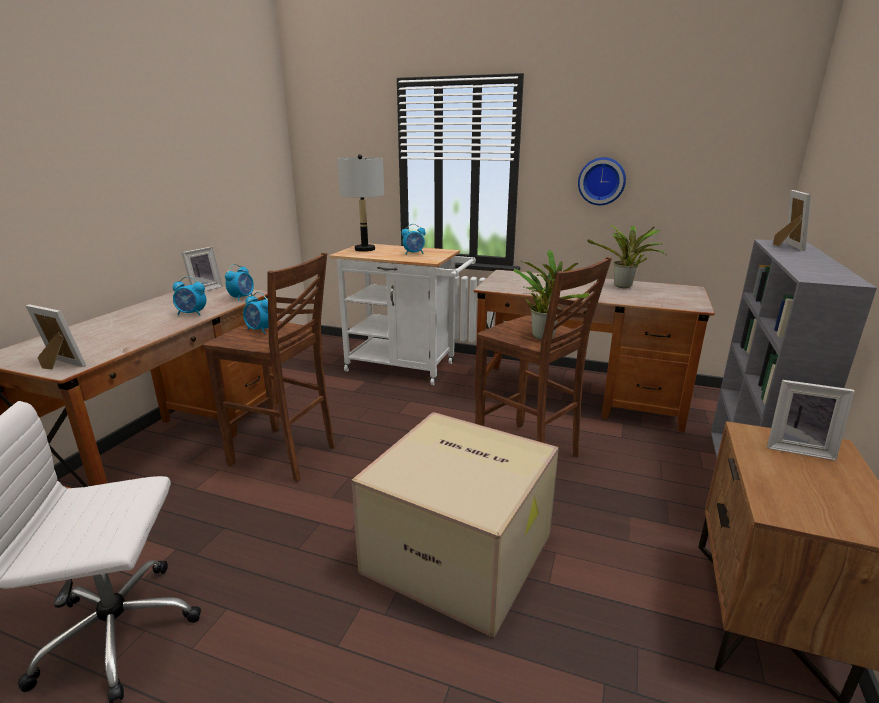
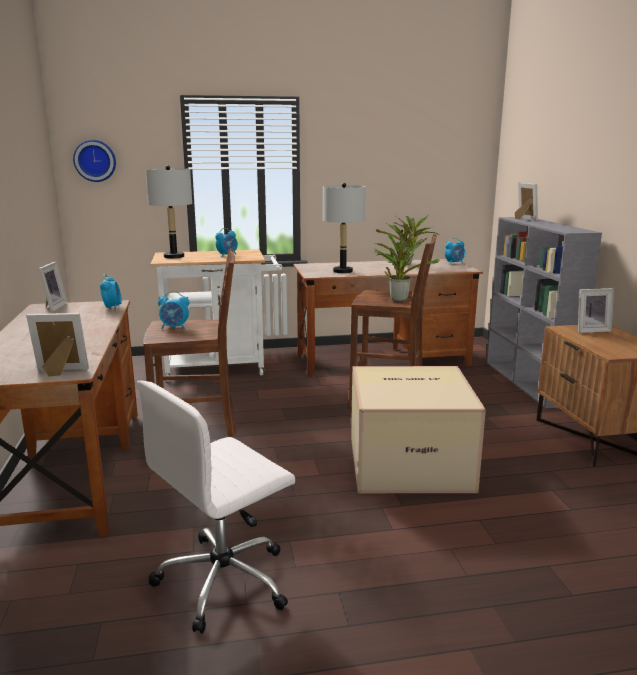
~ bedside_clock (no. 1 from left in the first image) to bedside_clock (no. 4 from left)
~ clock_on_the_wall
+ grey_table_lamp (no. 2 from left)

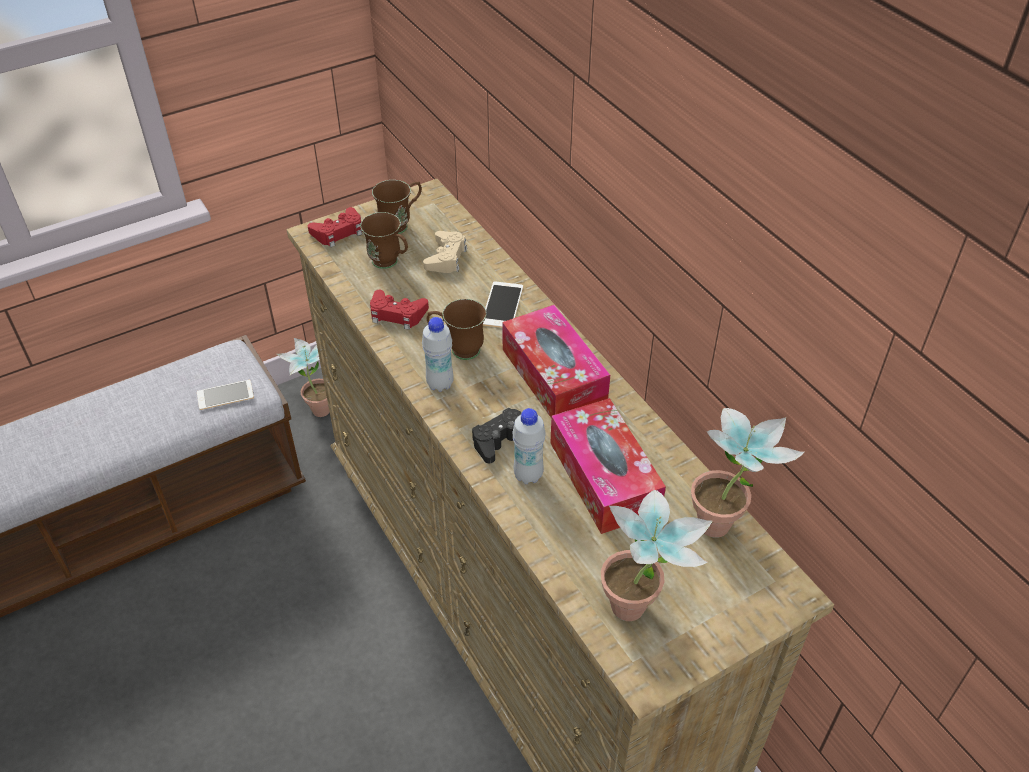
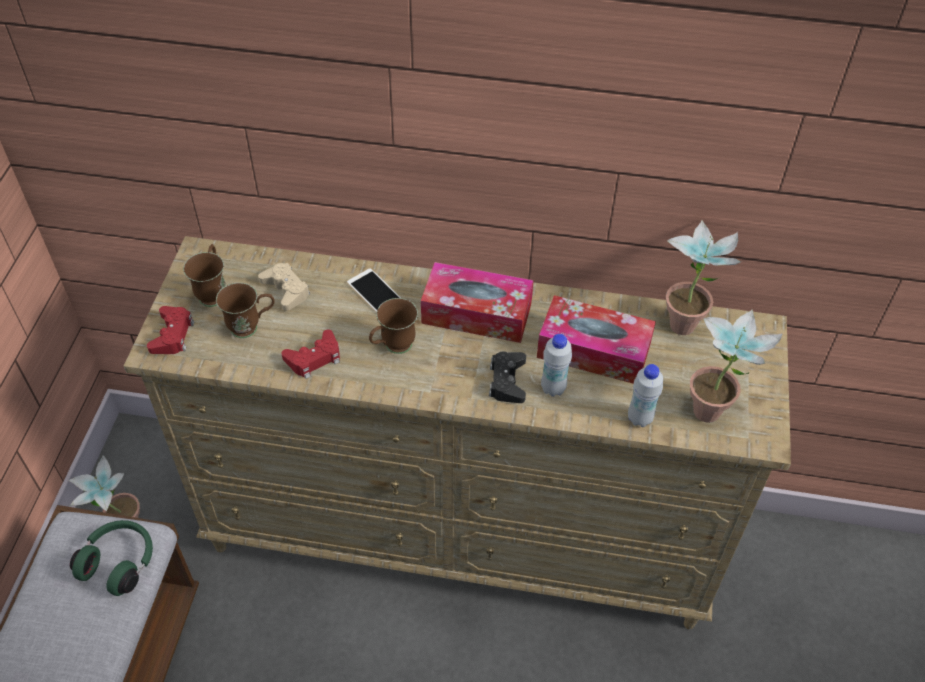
~ handset (no. 1 from left) to green-coloured_pair_of_headphones
~ whitish_drink_bottle (no. 1 from left in the first image) to whitish_drink_bottle (no. 2 from left)

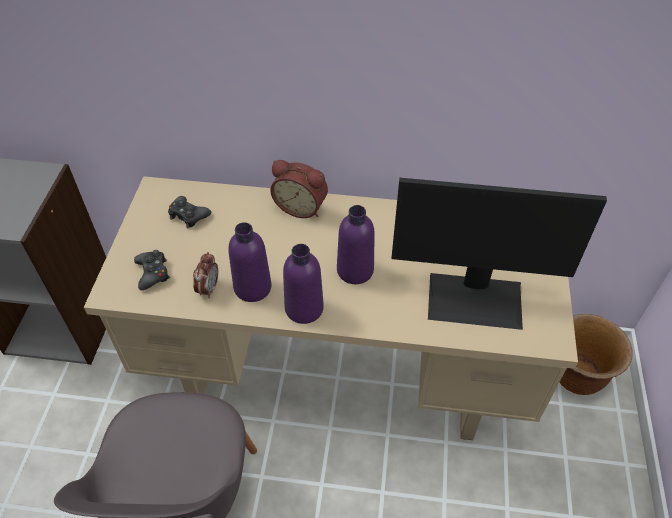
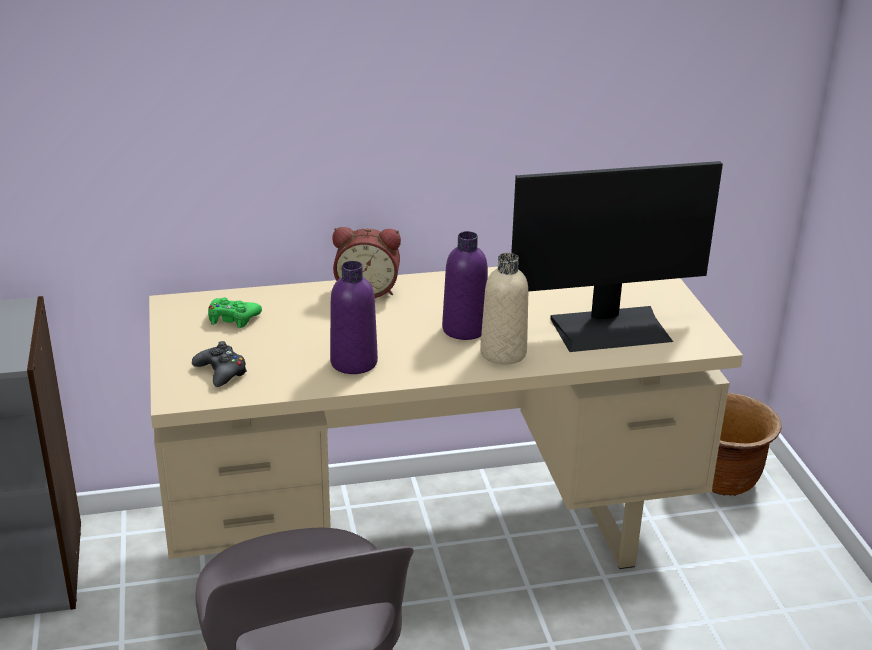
~ black_joypad (no. 2 from left) to green-coloured_joypad
- bedside_clock (no. 1 from left)
- purple-coloured_drink_bottle (no. 2 from left)
+ beige-coloured_drink_bottle

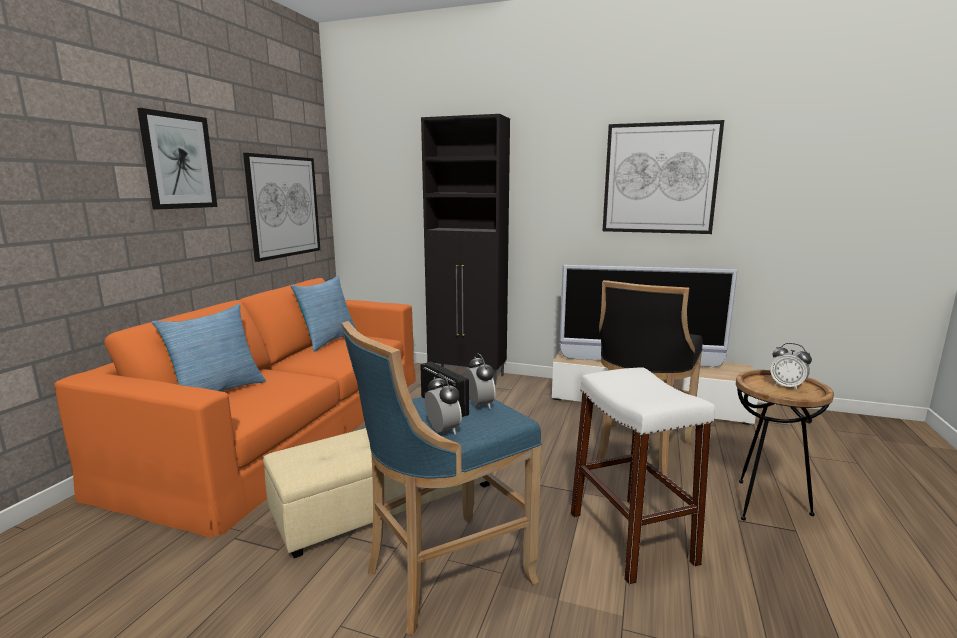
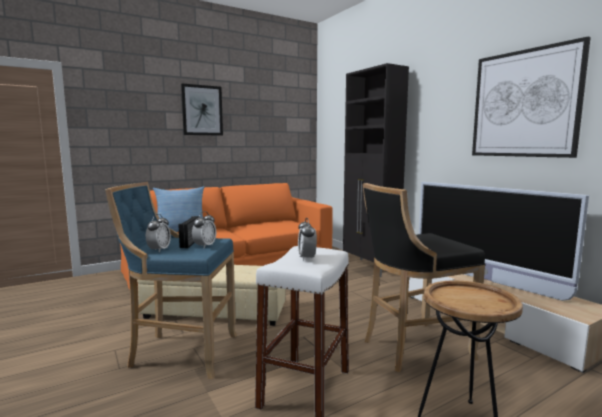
- picture (no. 2 from left)
- throw_pillow (no. 2 from left)
~ bedside_clock (no. 3 from left)

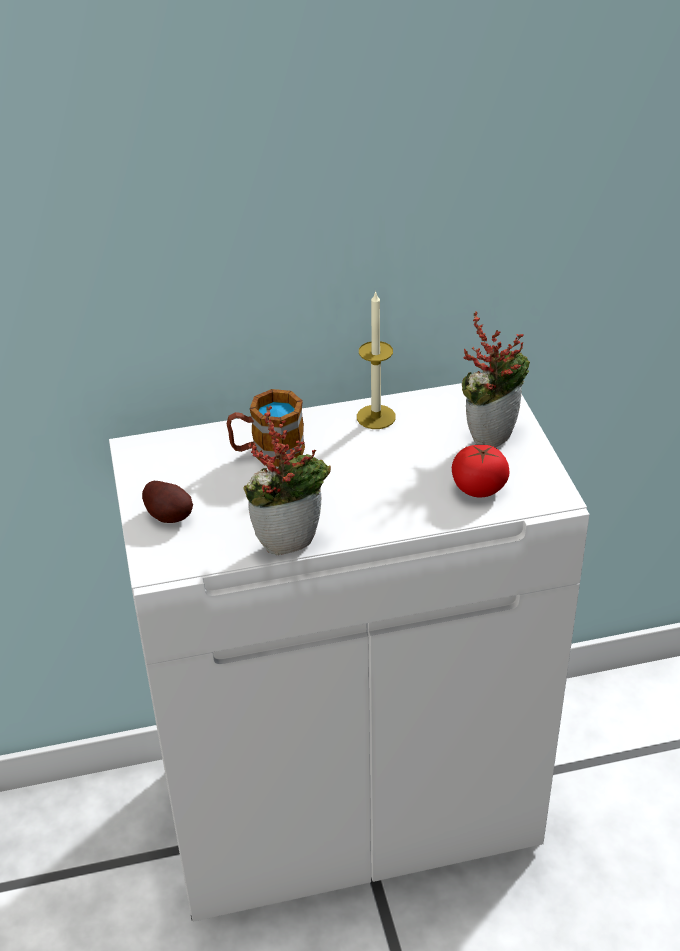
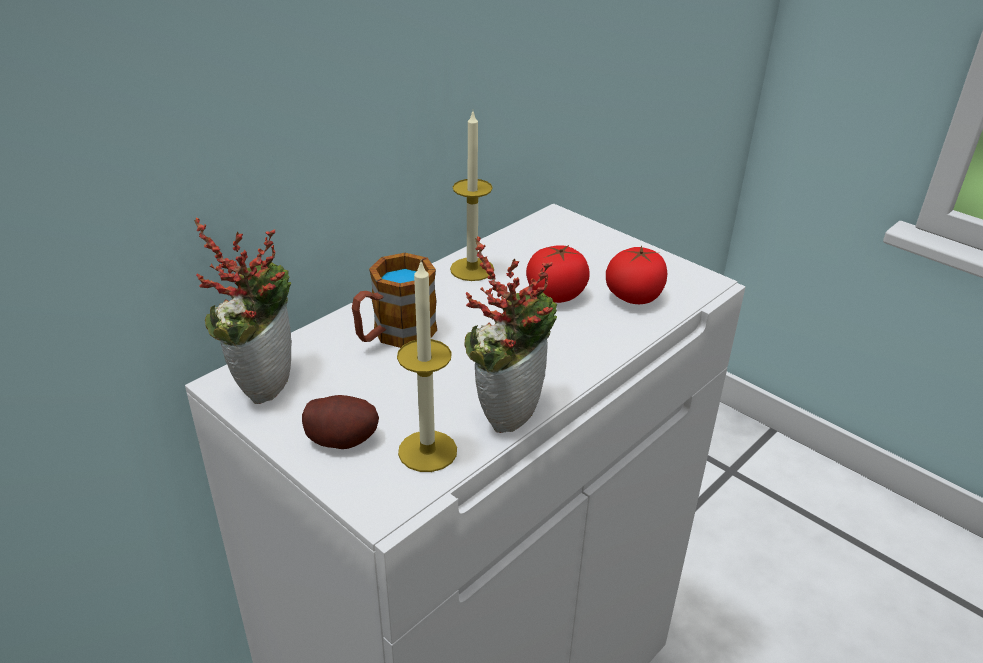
~ plant_in_a_pot (no. 2 from left in the first image) to plant_in_a_pot (no. 1 from left)
+ wax_candle (no. 1 from left)
+ tomato (no. 1 from left)

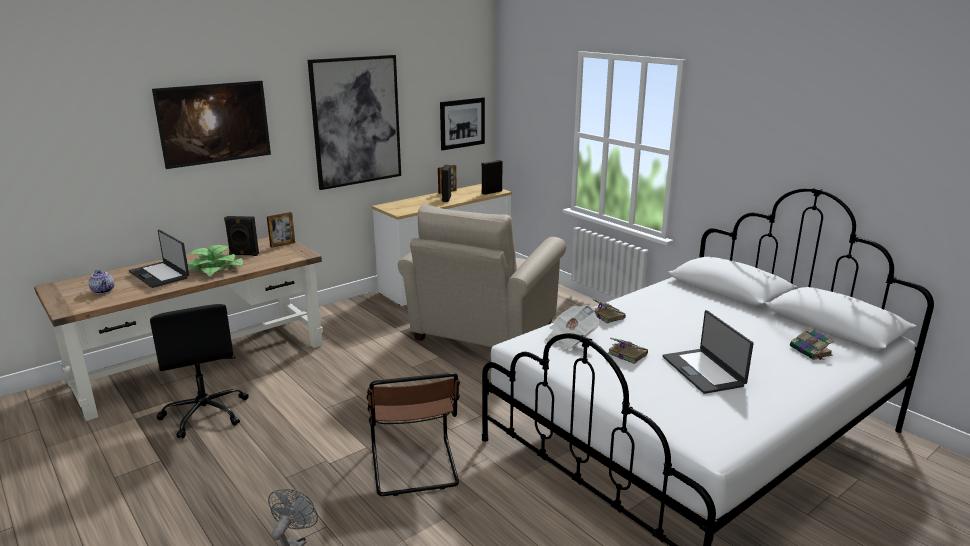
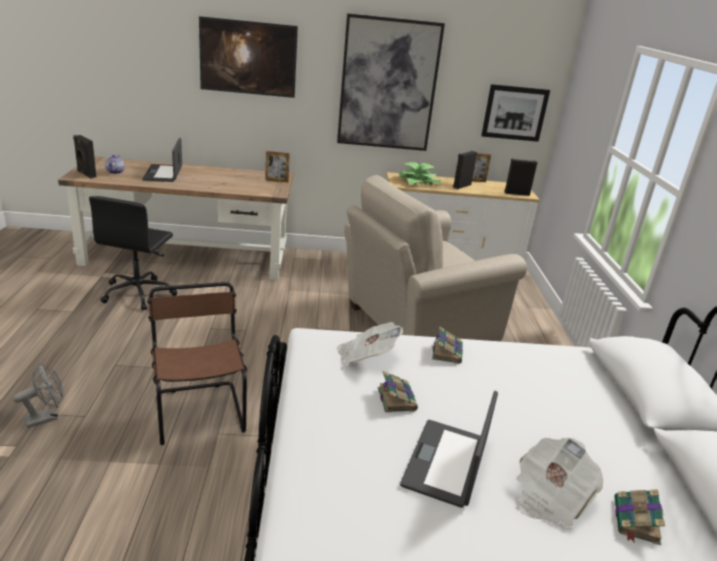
~ plant_in_a_pot
~ black_loudspeaker (no. 1 from left)
~ brown_upright_chair 135 degrees clockwise
+ daily_paper (no. 2 from left)

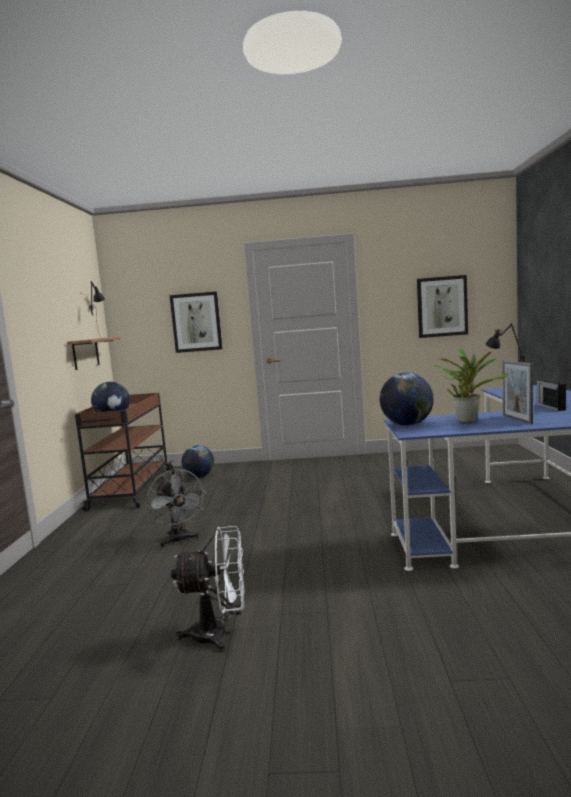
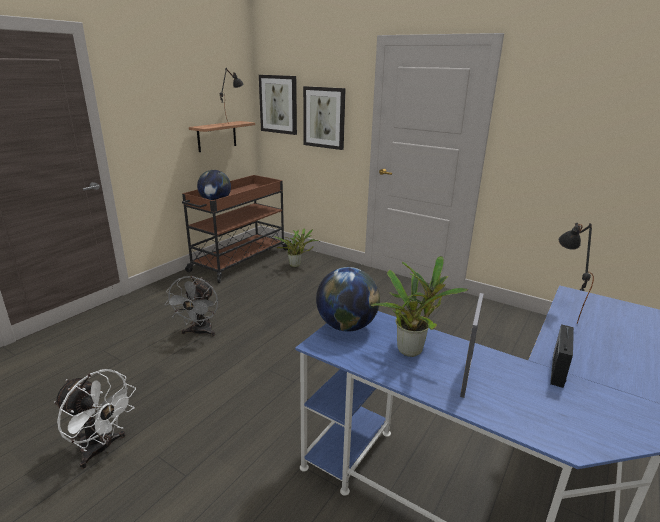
~ world_globe (no. 2 from left) to plant_in_a_pot (no. 1 from left)
~ picture (no. 2 from left in the first image) to picture (no. 1 from left)

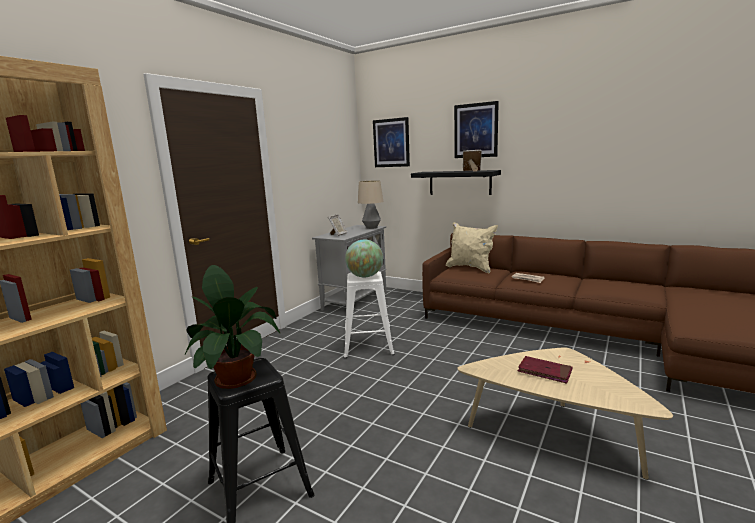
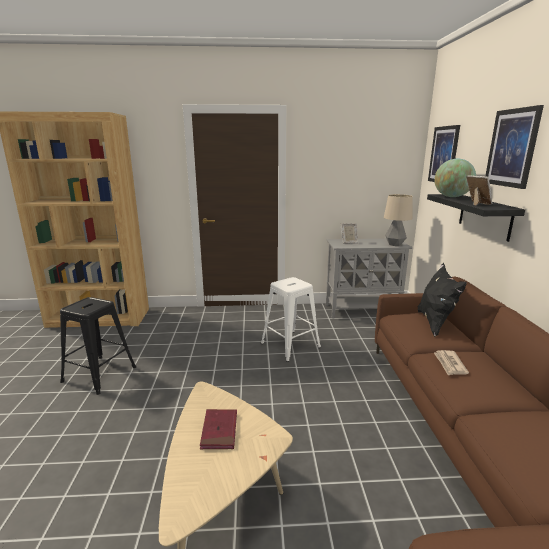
- plant_in_a_pot
~ world_globe
~ beige-coloured_throw_pillow to black_throw_pillow

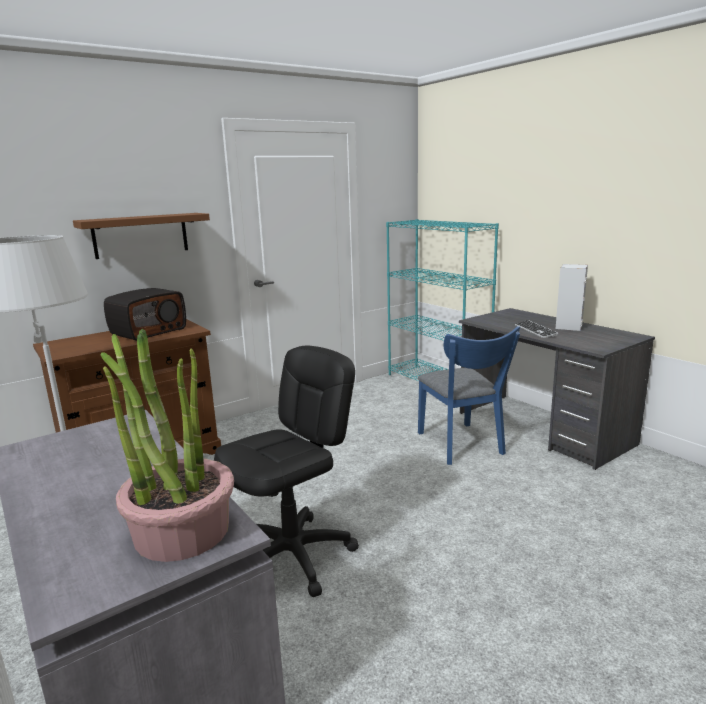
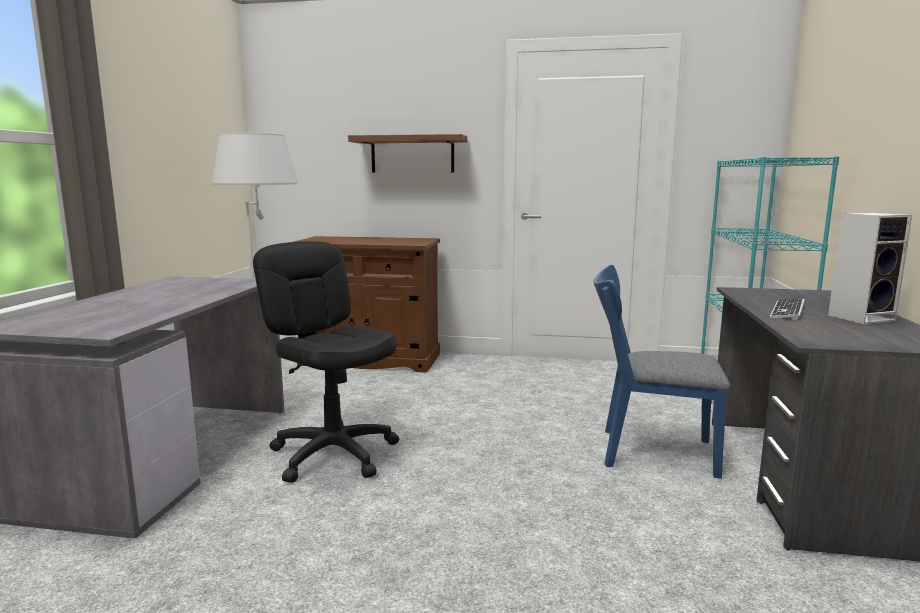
- plant_in_a_pot
- radio_receiver
~ black_desk_chair 135 degrees counterclockwise
~ bluish_upright_chair 75 degrees clockwise

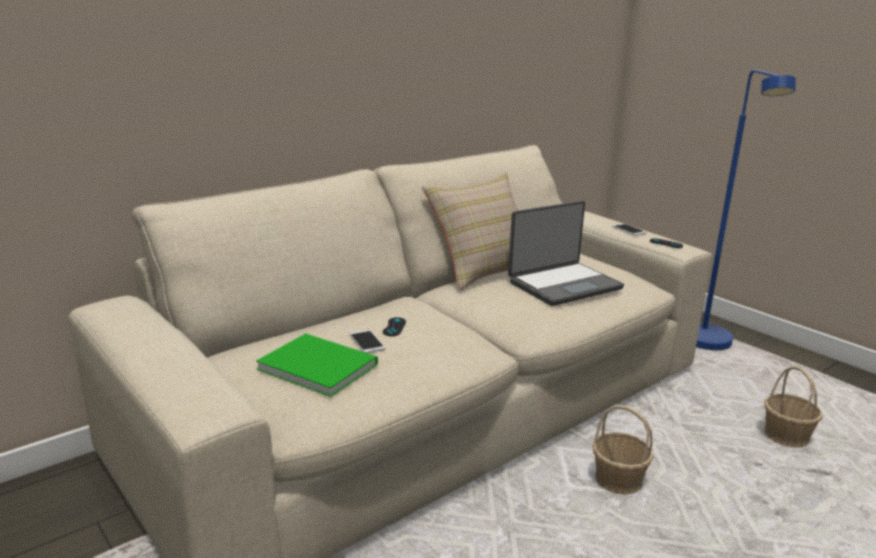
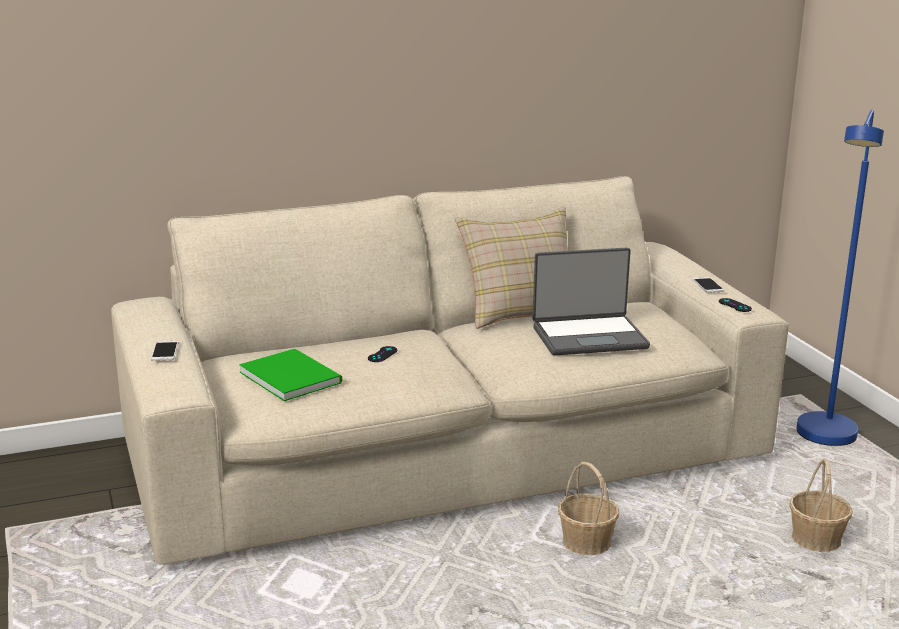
~ handset (no. 1 from left)

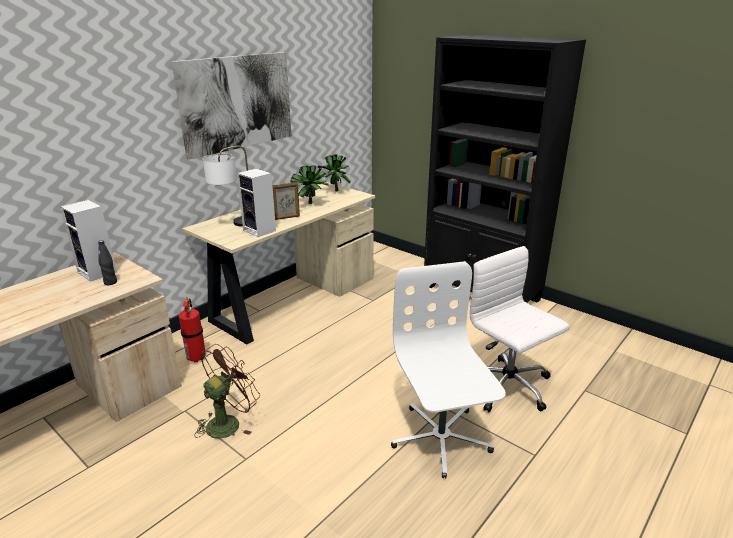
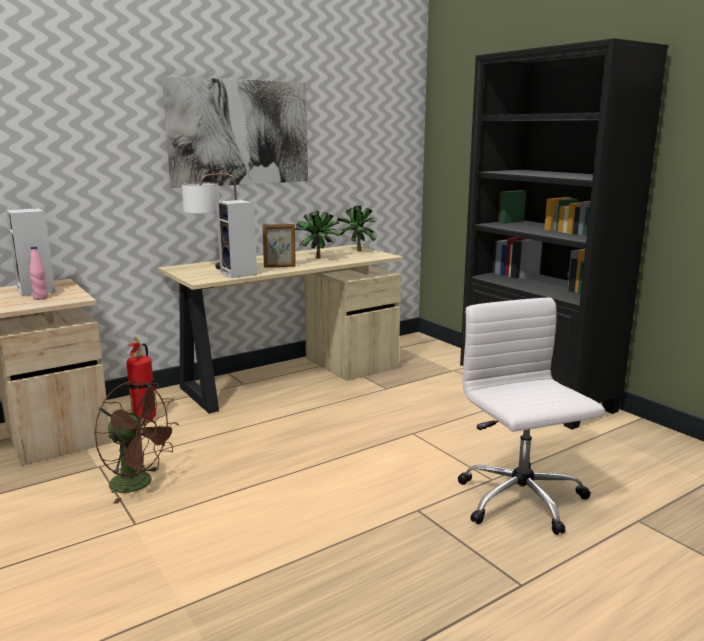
~ black_drink_bottle to pink-coloured_drink_bottle
~ brown_cooling_fan 60 degrees clockwise
- whitish_desk_chair (no. 1 from left)

